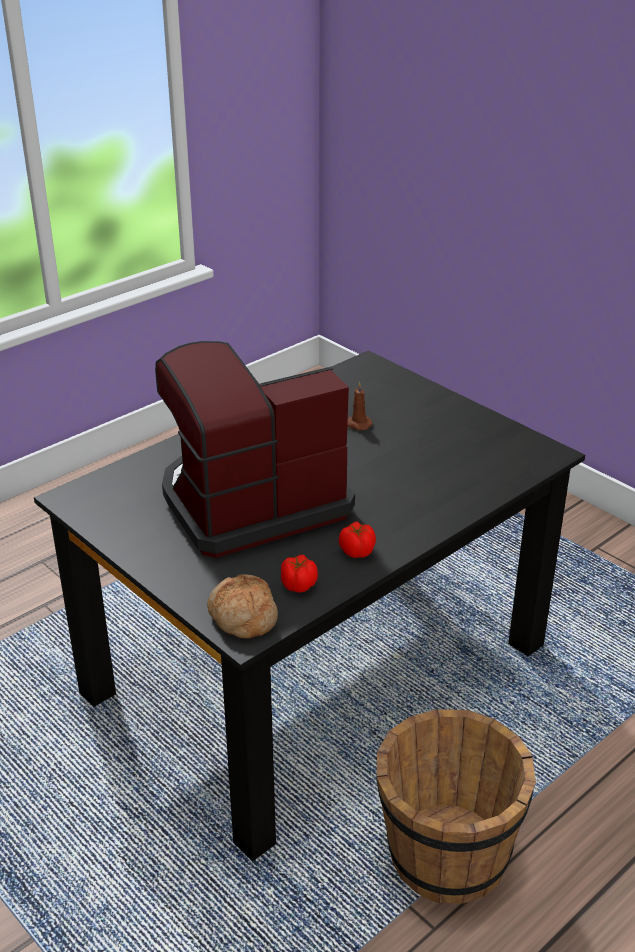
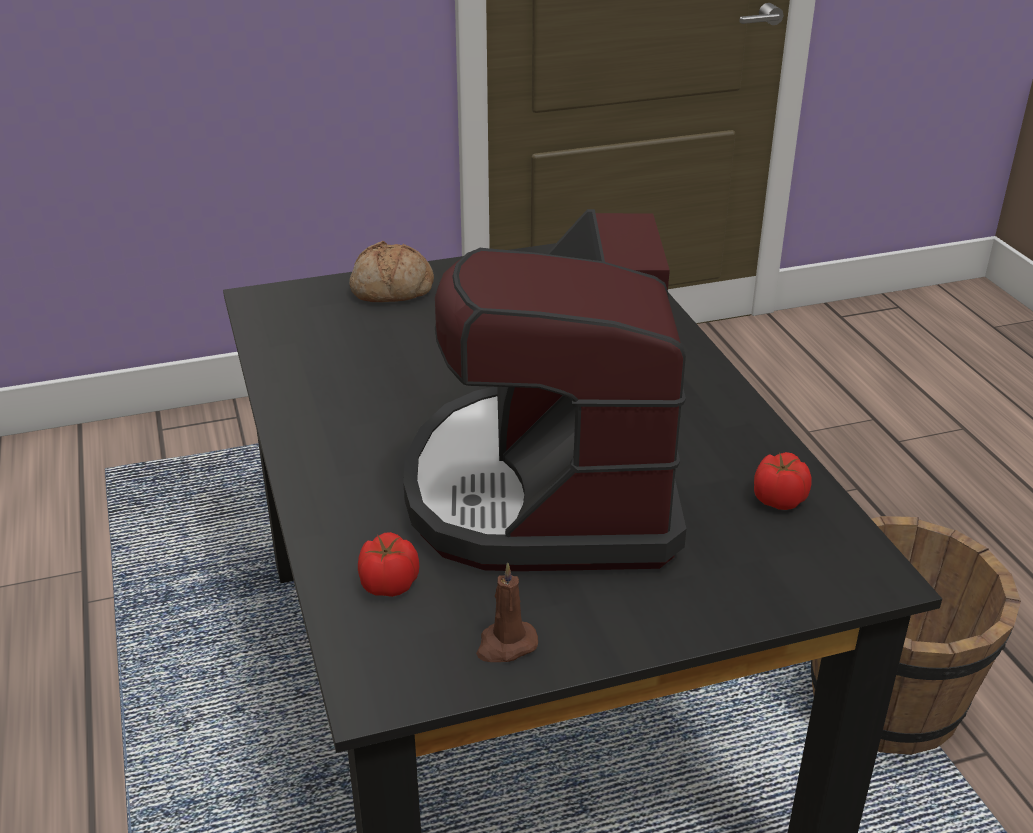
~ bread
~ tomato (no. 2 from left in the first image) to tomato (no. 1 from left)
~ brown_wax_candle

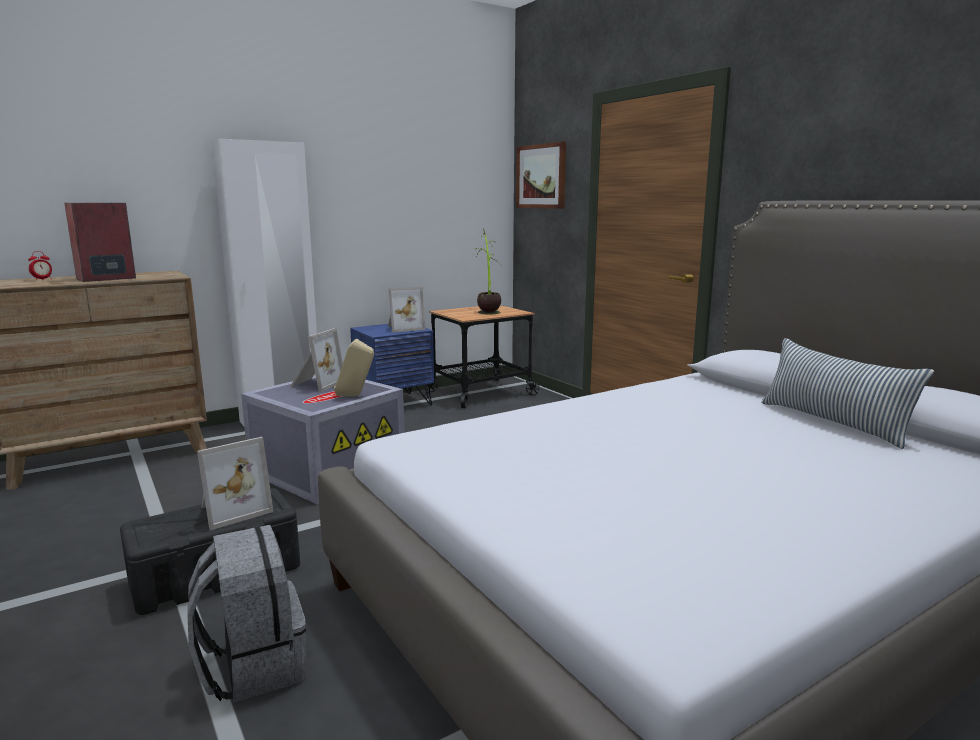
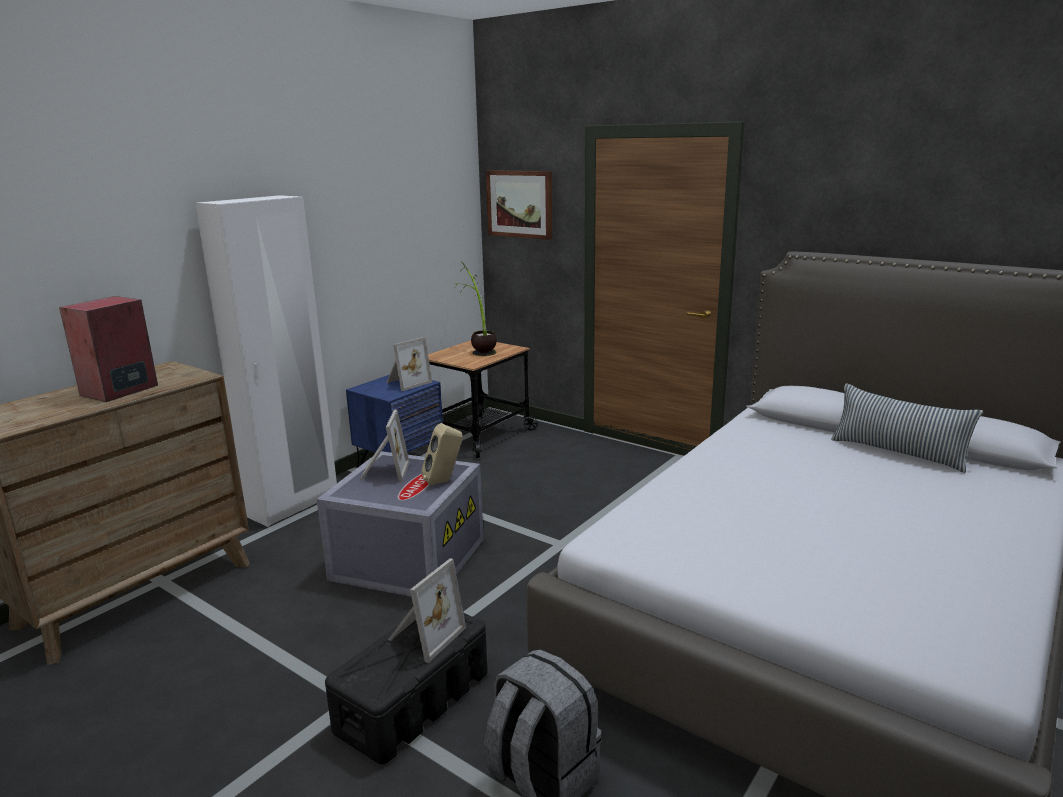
- bedside_clock

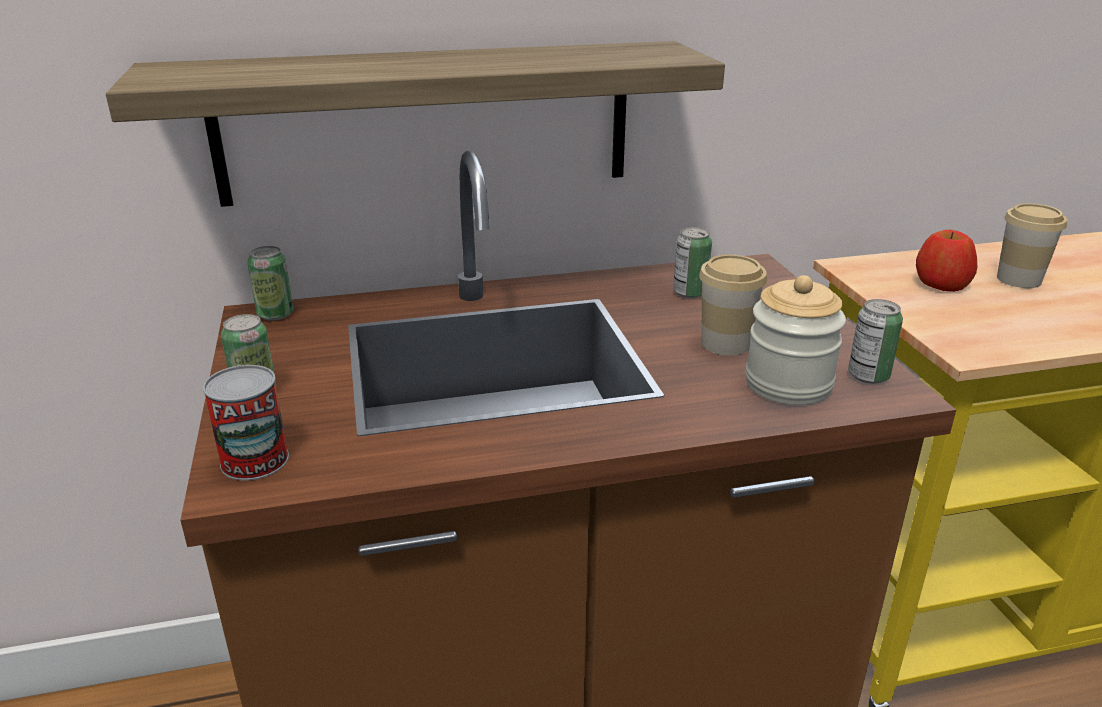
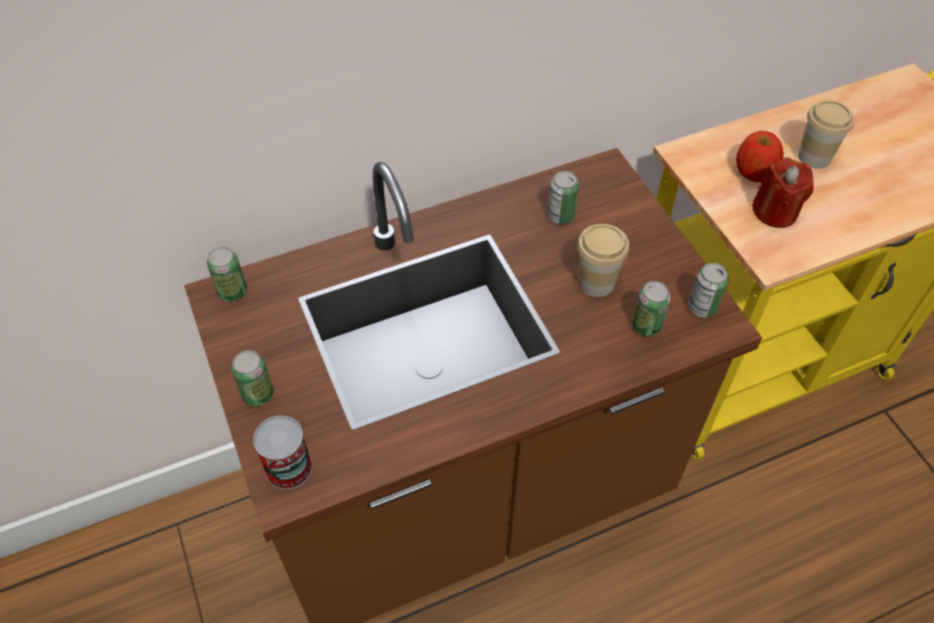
- shelf
~ storage_jar to metal_can (no. 5 from left)
+ red_wax_candle

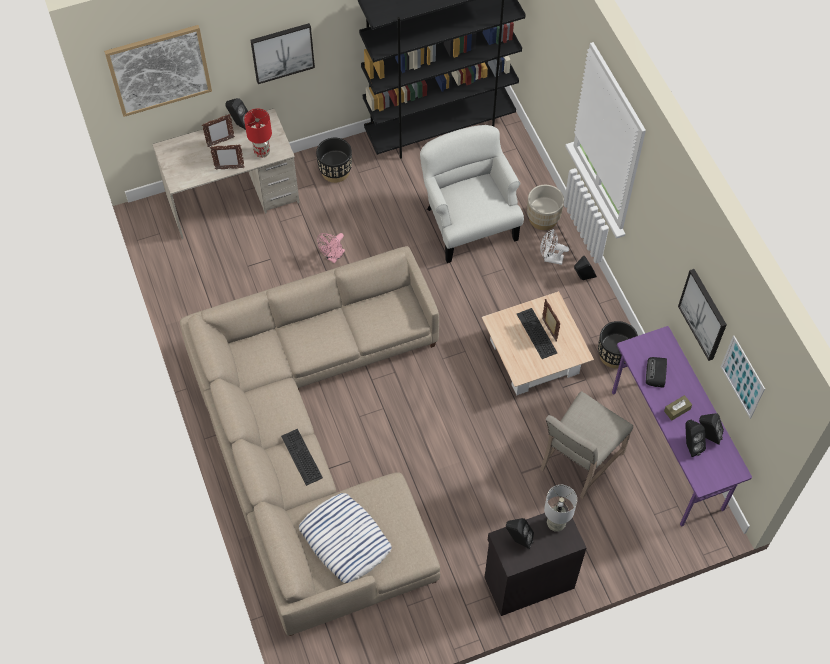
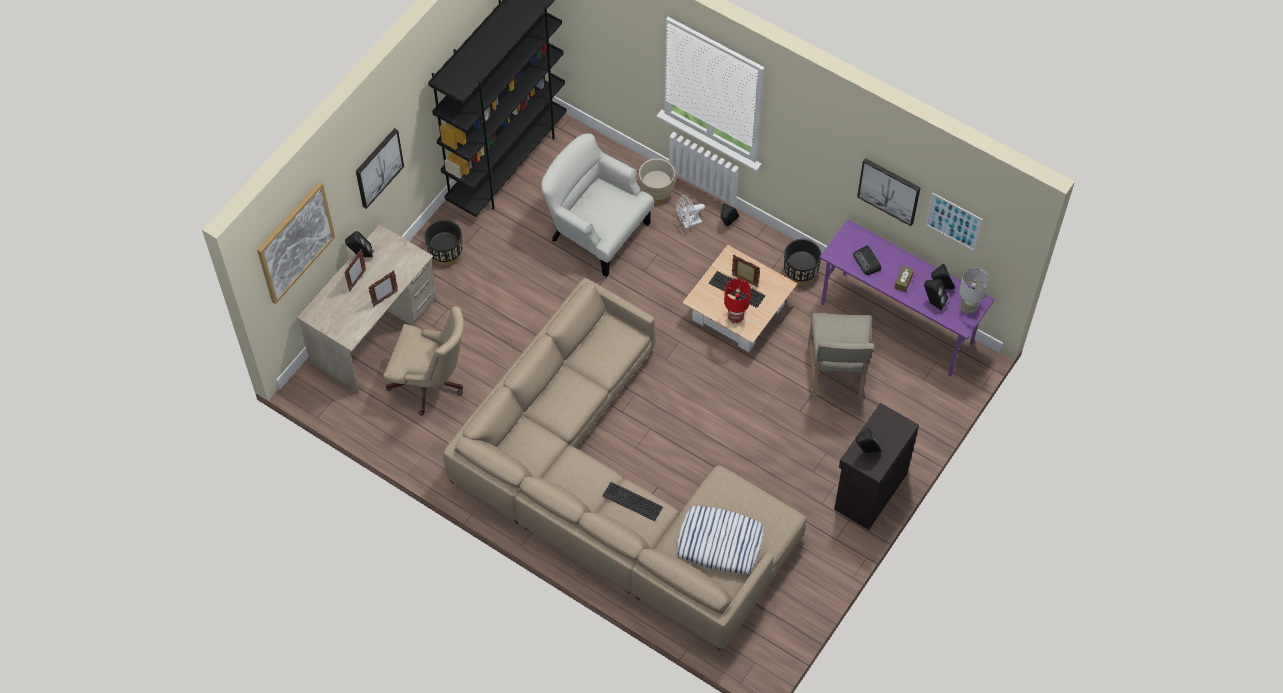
~ red_table_lamp
- pink-coloured_cooling_fan
~ grey_table_lamp
+ beige-coloured_desk_chair

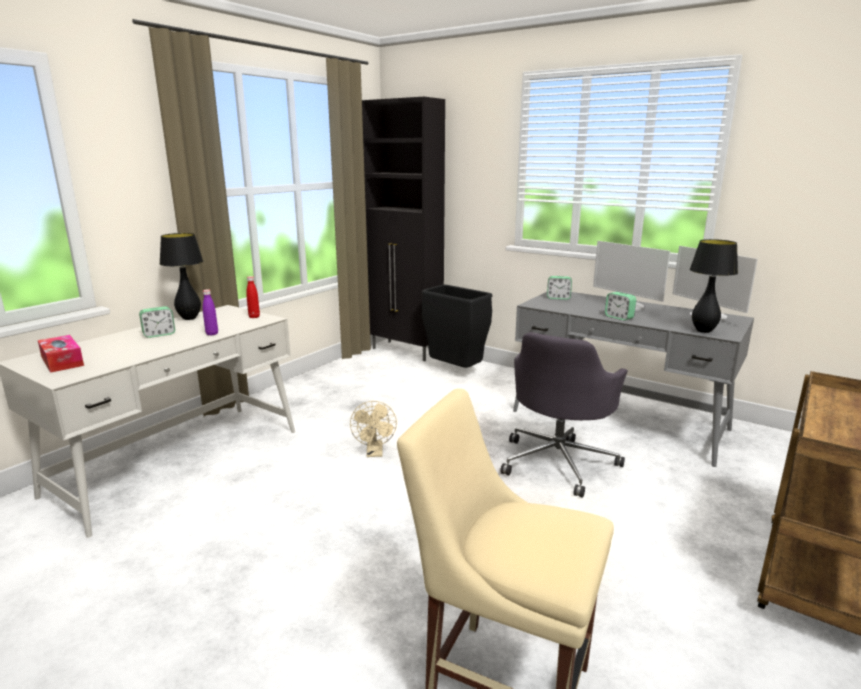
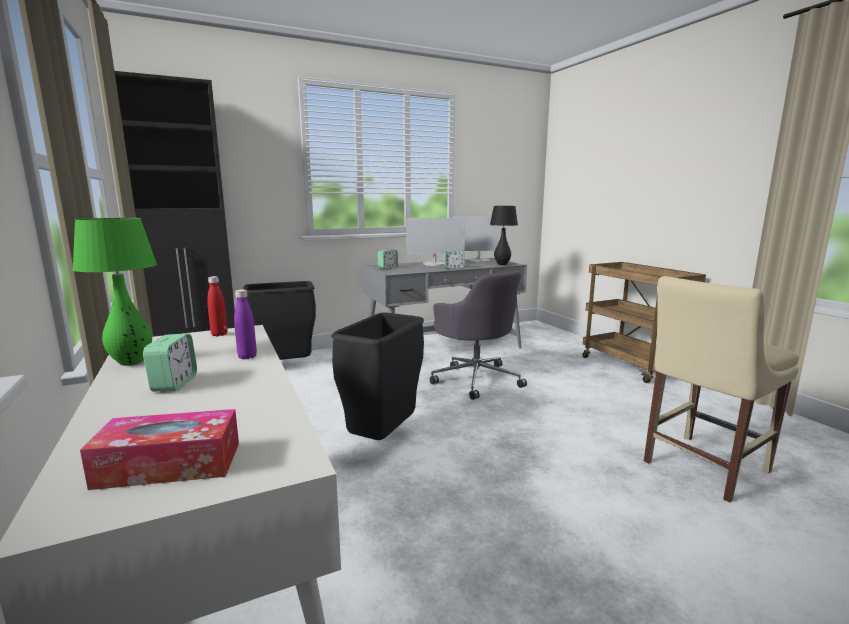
~ black_table_lamp (no. 1 from left) to green-coloured_table_lamp
~ beige-coloured_cooling_fan to black_trash_can (no. 2 from left)

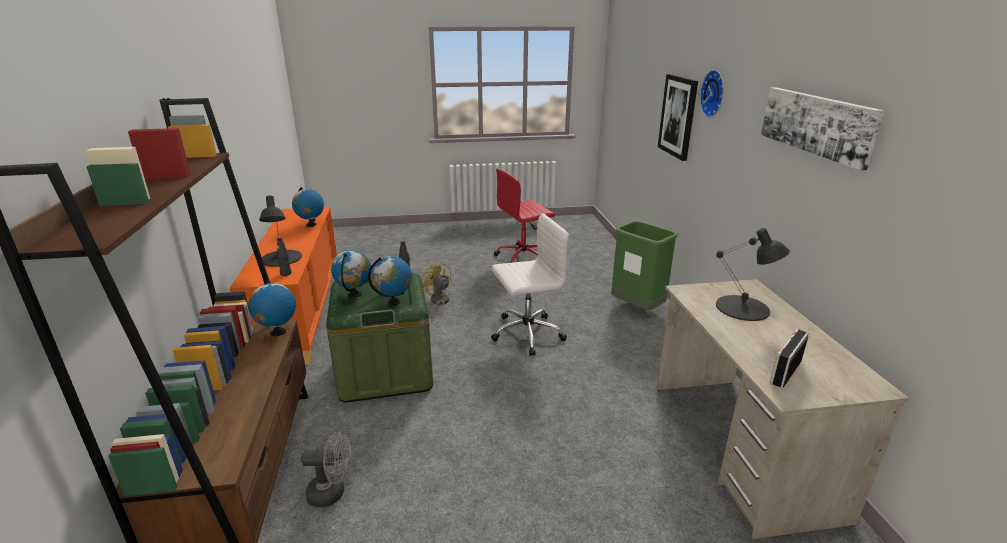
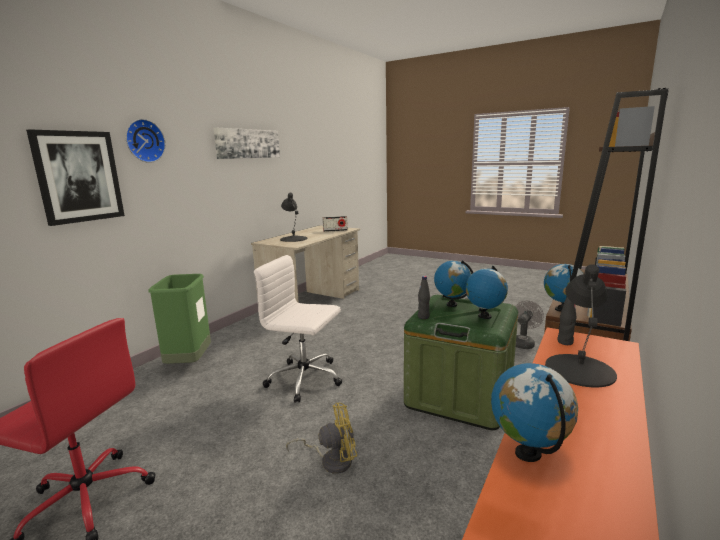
~ grey_cooling_fan 90 degrees clockwise
~ yellow-coloured_cooling_fan 105 degrees counterclockwise

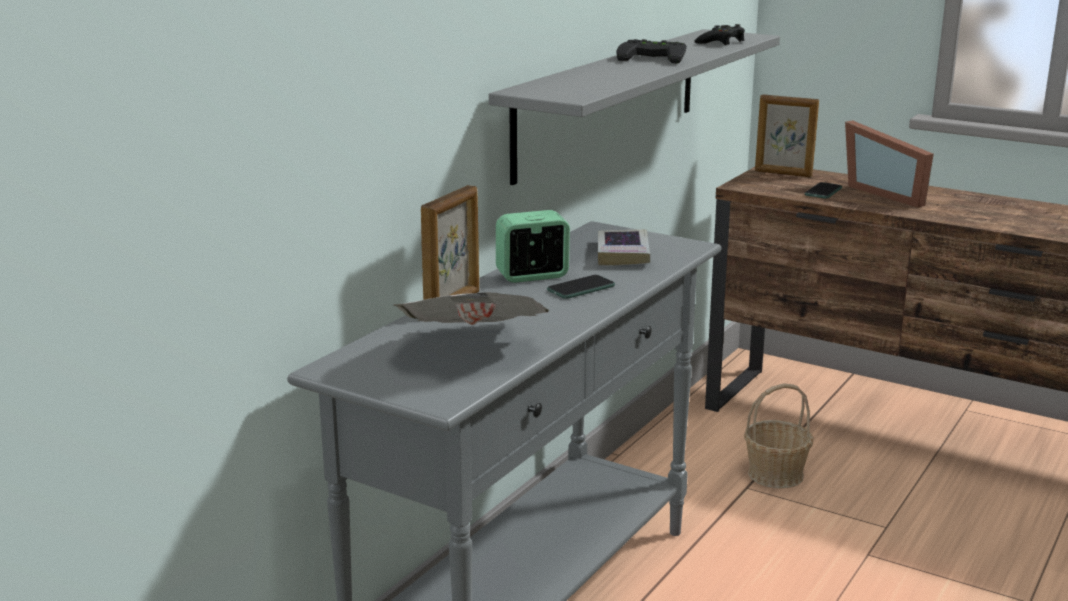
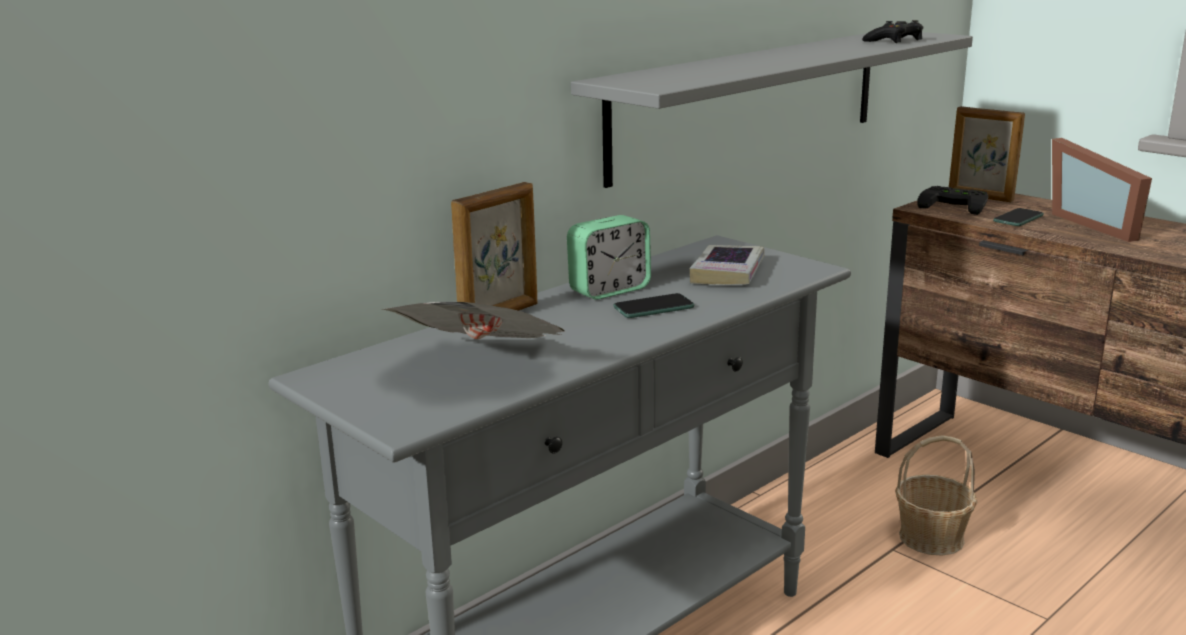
~ bedside_clock 150 degrees clockwise
~ black_joypad (no. 1 from left in the first image) to black_joypad (no. 2 from left)

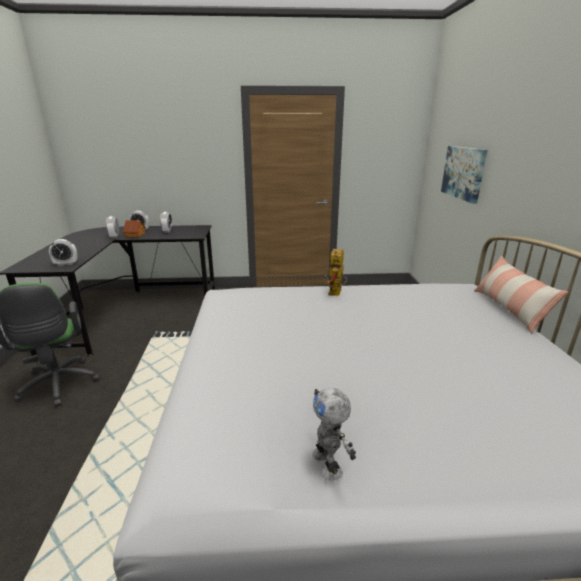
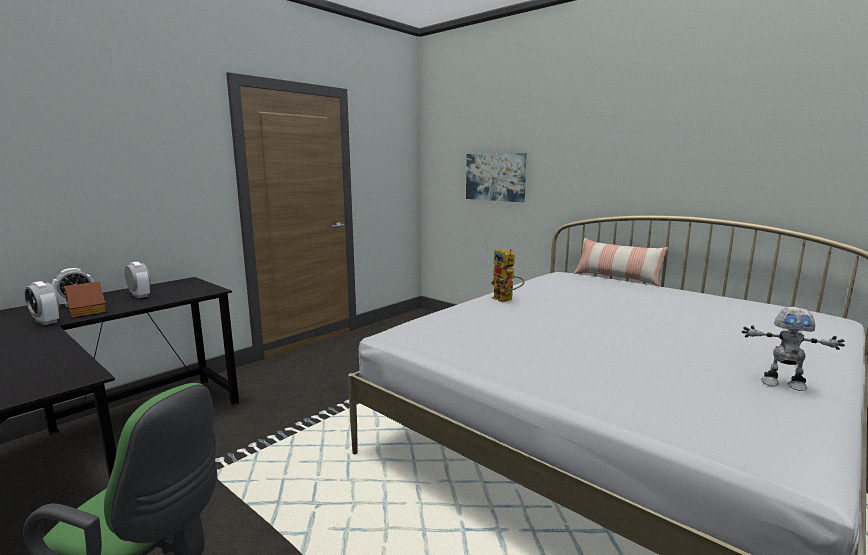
- bedside_clock (no. 1 from left)

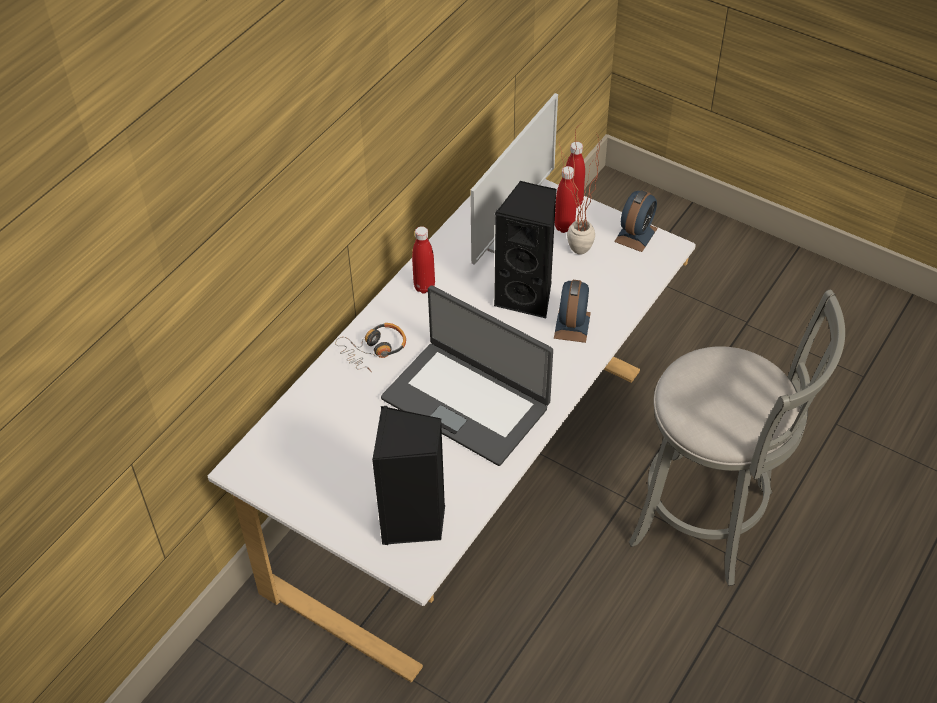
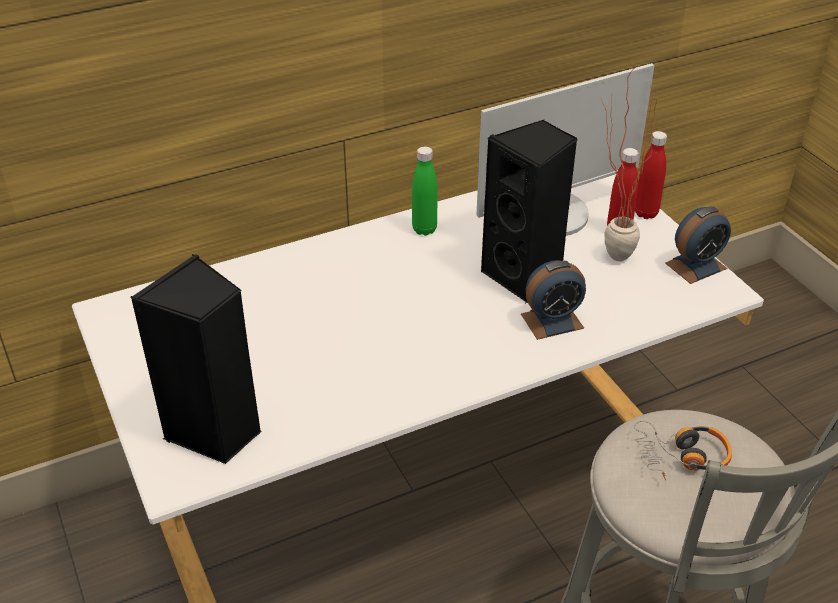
~ pair_of_headphones
- notebook_computer
~ red_drink_bottle (no. 1 from left) to green-coloured_drink_bottle
~ bedside_clock (no. 1 from left) 150 degrees counterclockwise

